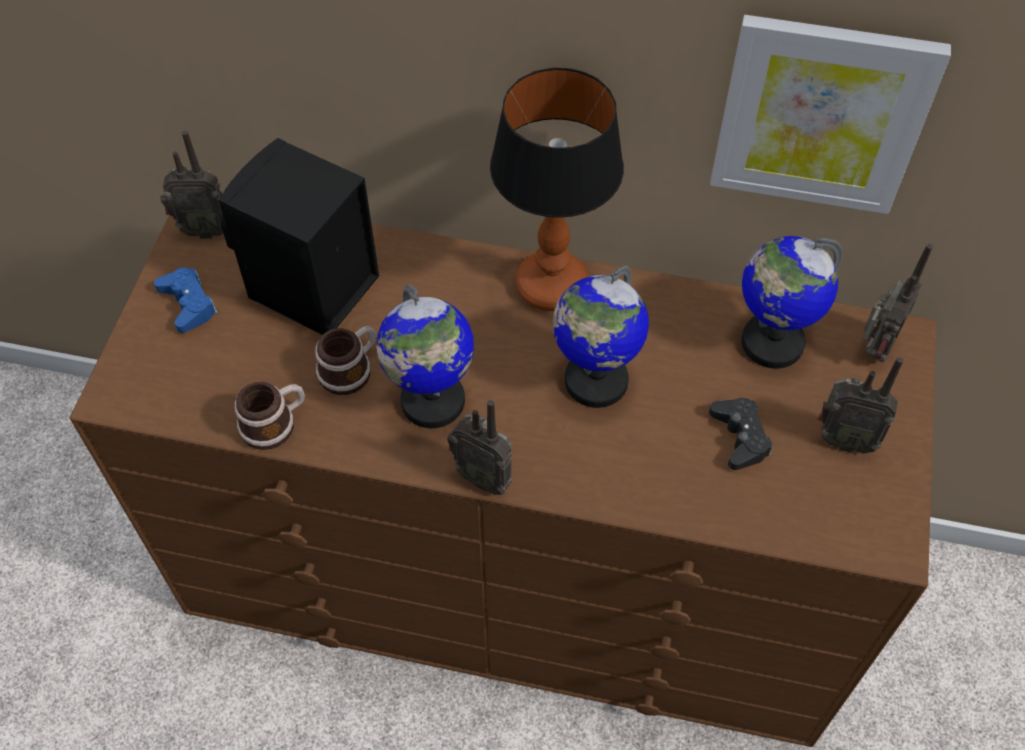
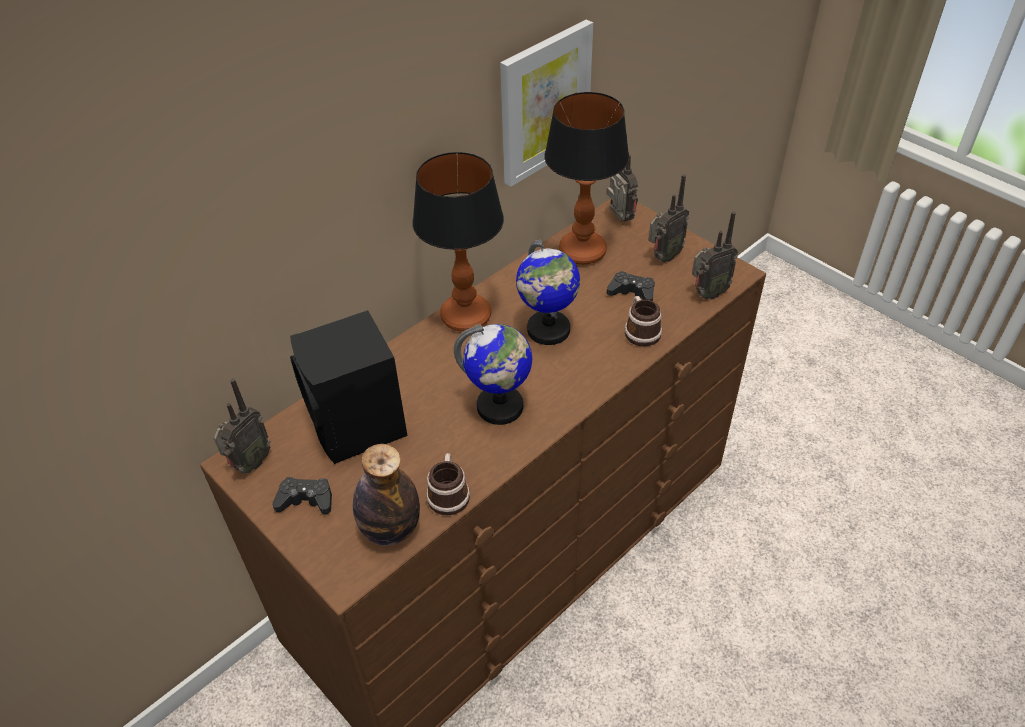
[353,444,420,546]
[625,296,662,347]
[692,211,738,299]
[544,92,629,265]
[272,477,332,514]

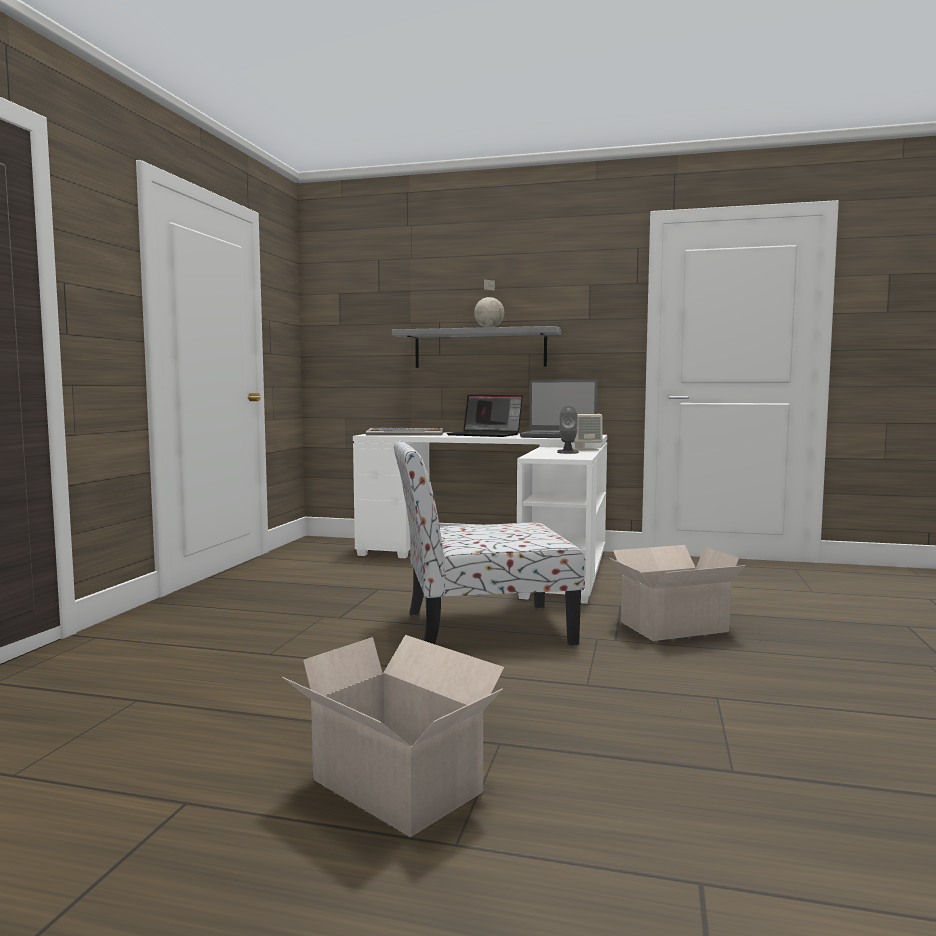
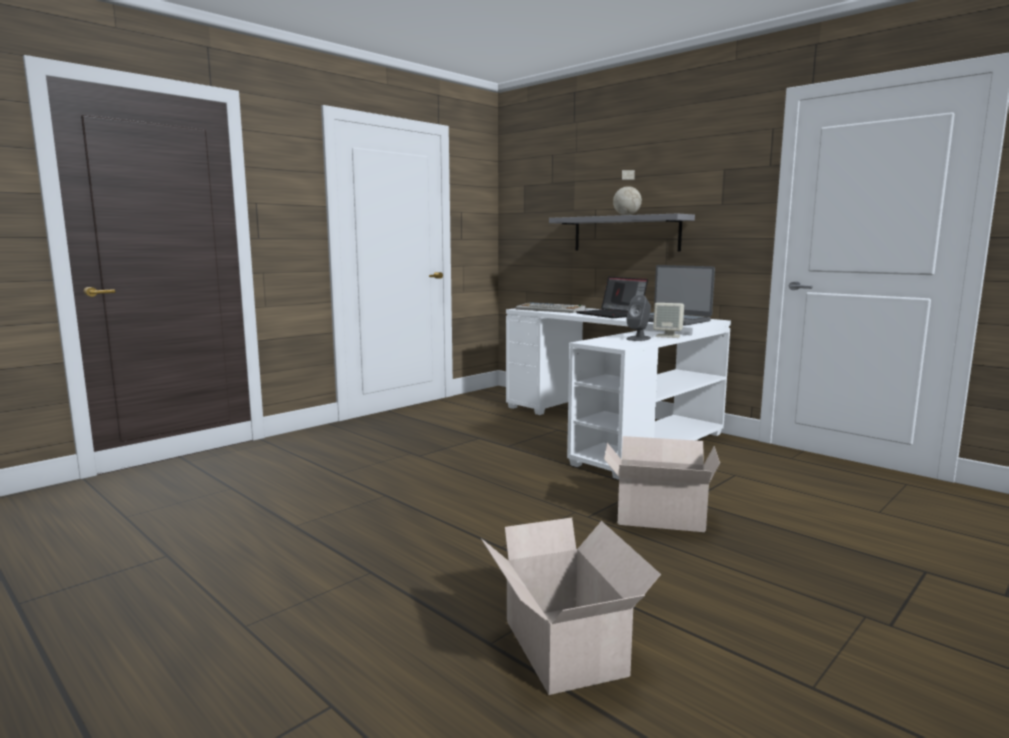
[394,441,586,645] (first image)
[481,517,661,695]

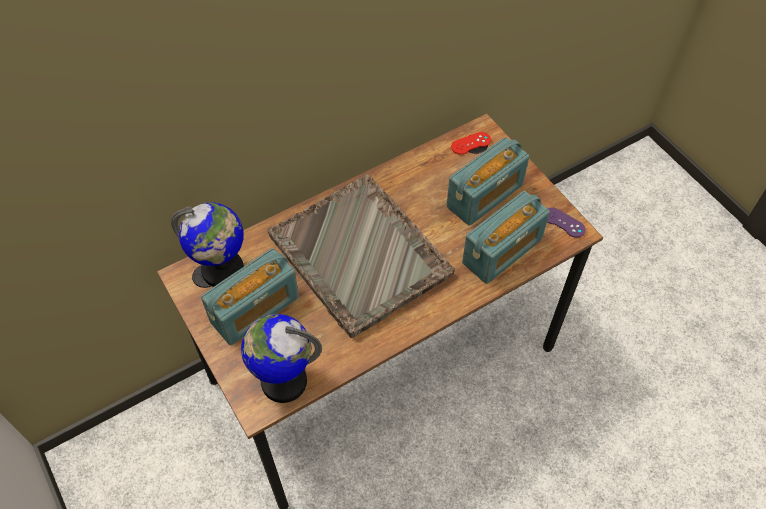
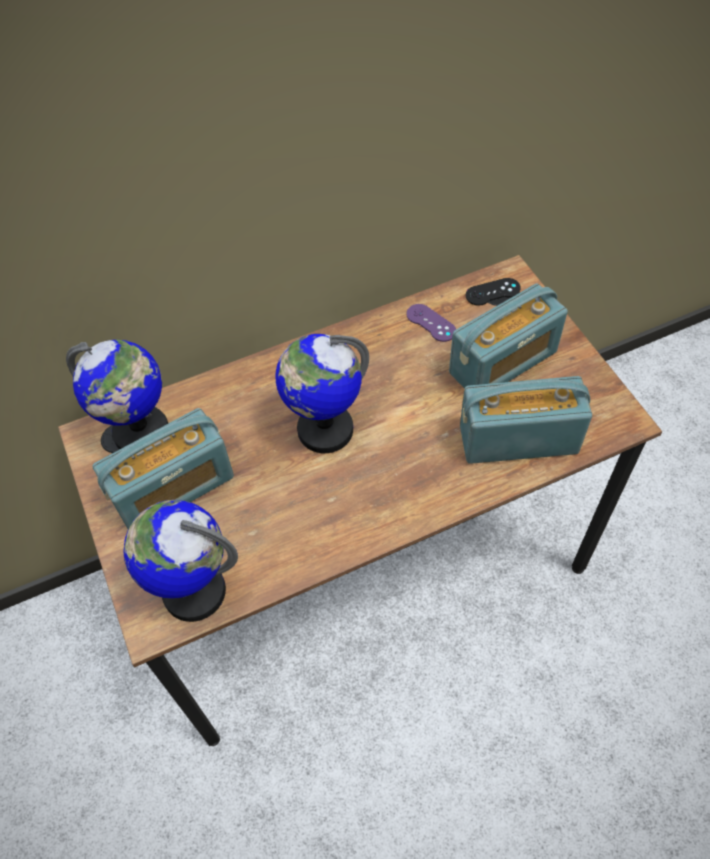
[406,304,456,342]
[275,334,369,453]
[466,278,521,306]
[460,376,592,464]

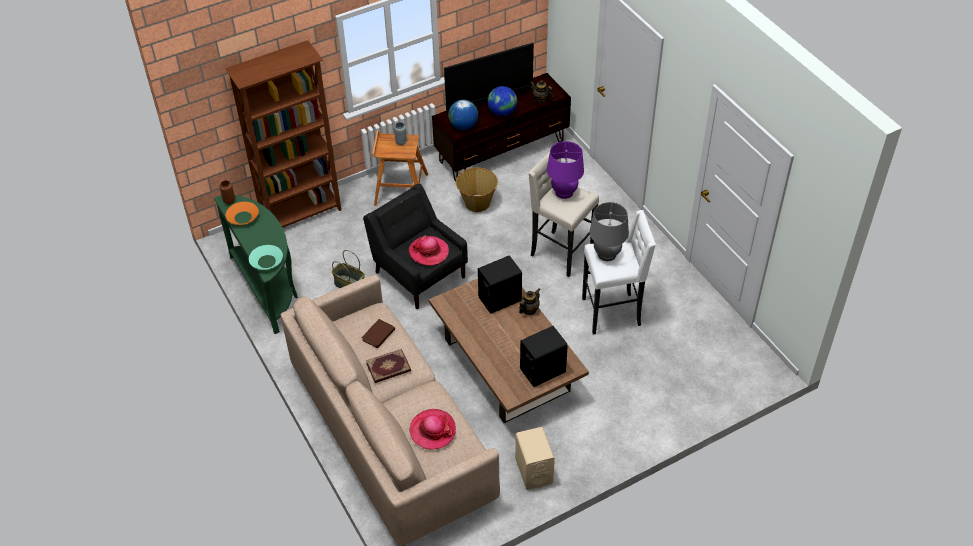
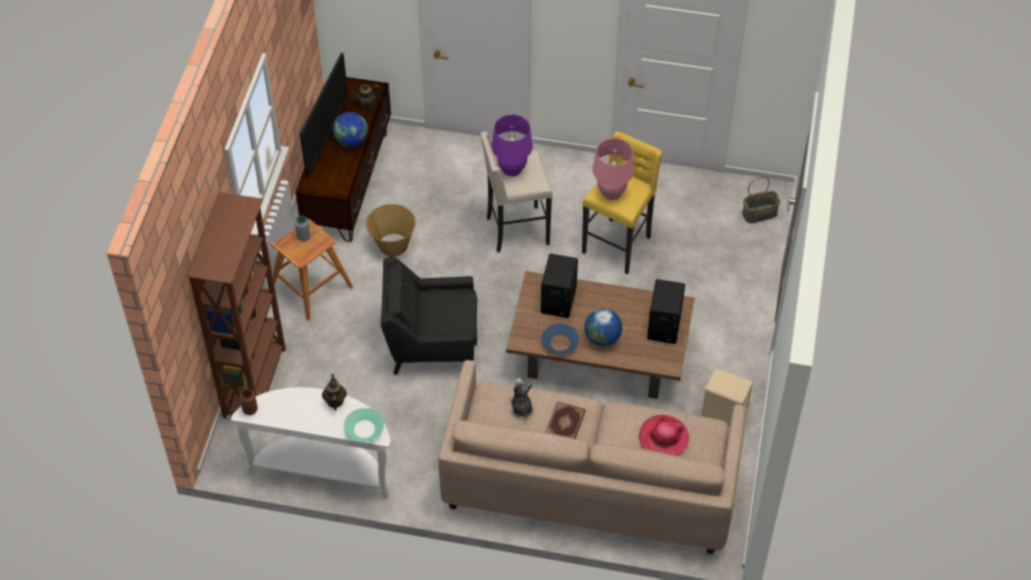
[226,202,259,225] (first image)
[408,235,449,266] (first image)
[541,323,579,354]
[742,177,781,223]
[584,308,622,346]
[322,374,347,410]
[509,378,534,419]
[231,387,391,499]
[582,131,662,274]
[592,138,634,200]

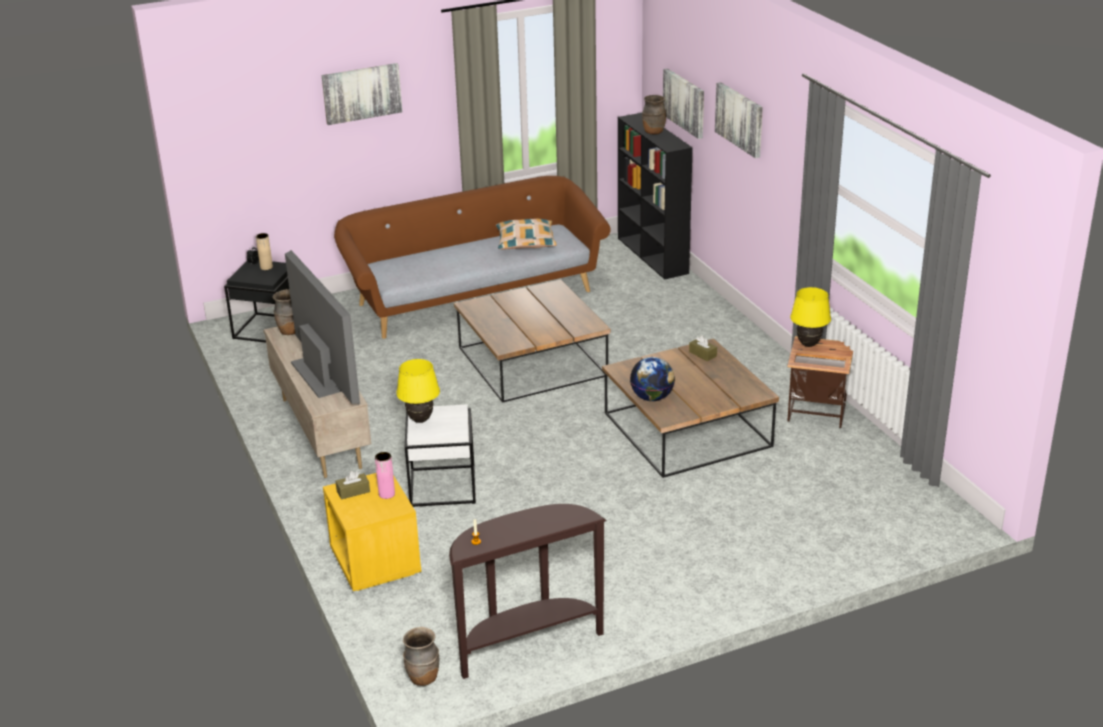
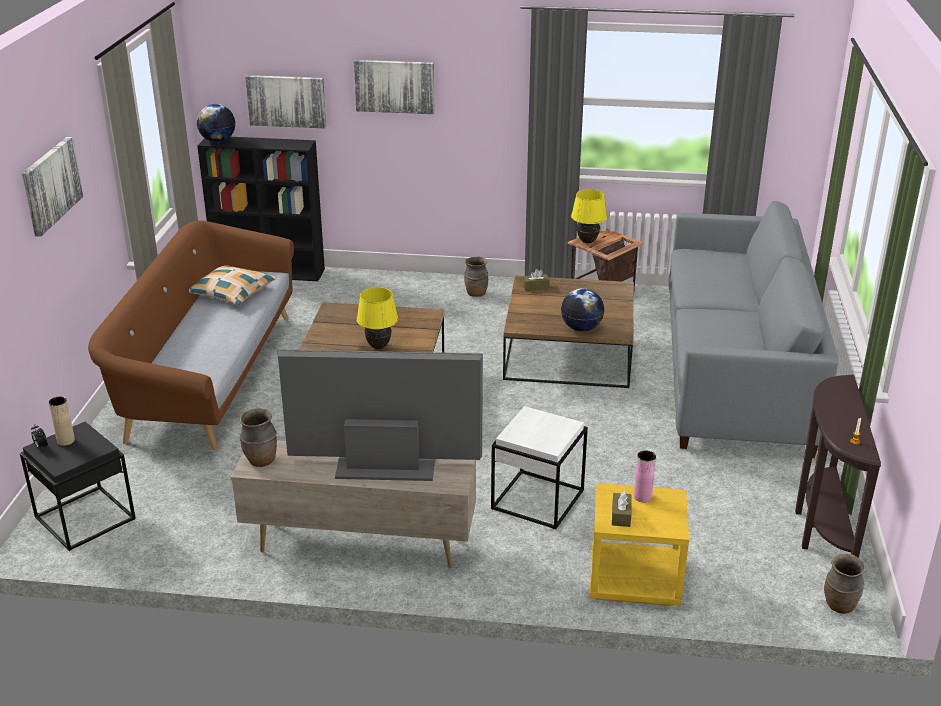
[197,104,235,142]
[668,201,839,458]
[357,287,398,349]
[464,257,488,297]

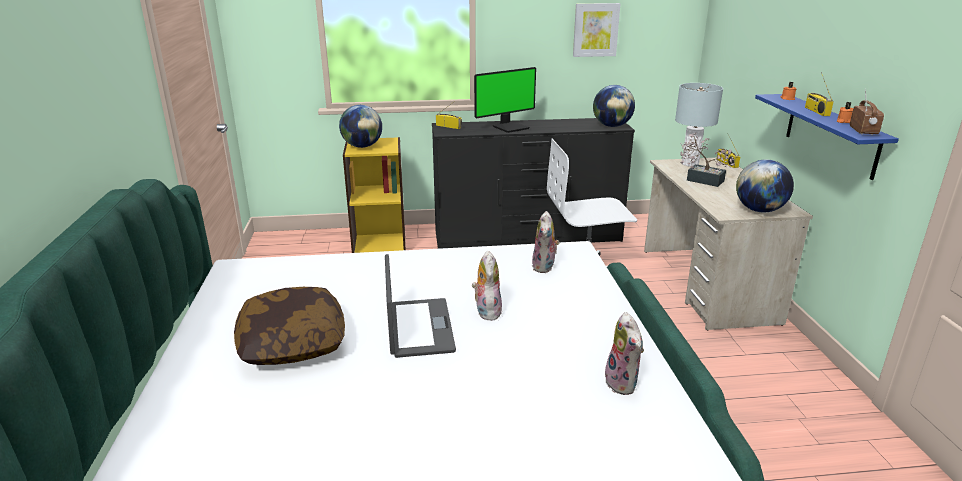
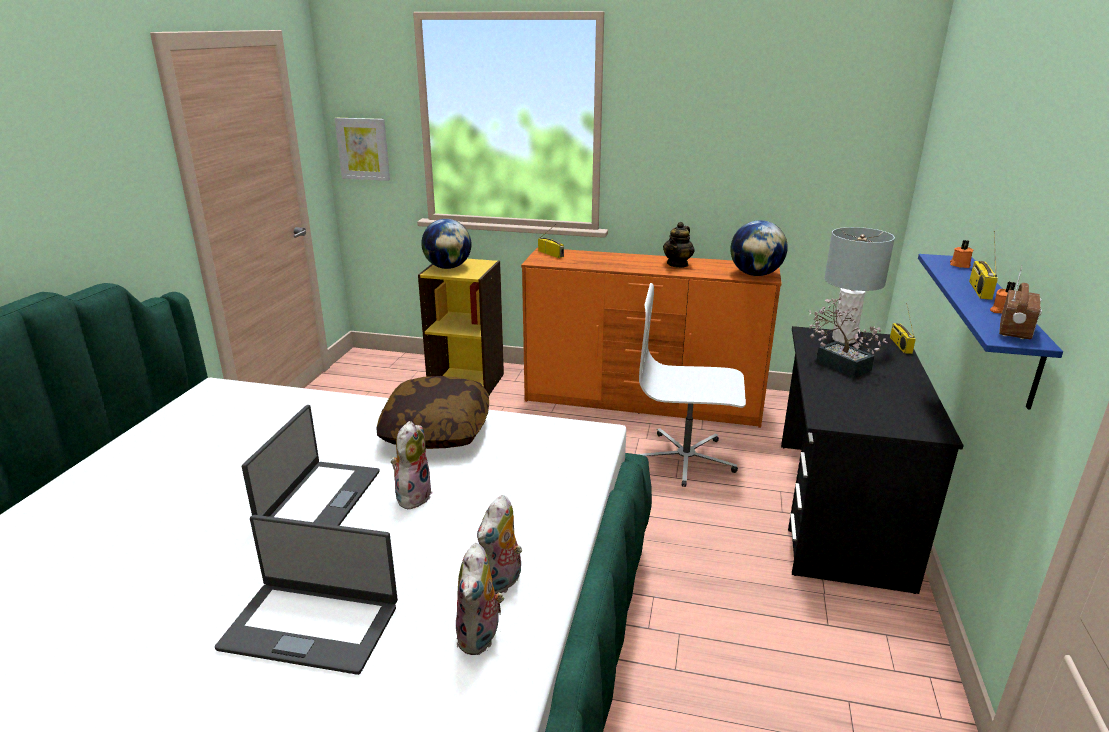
[474,67,536,133] (first image)
[736,159,794,212] (first image)
[215,515,398,675]
[663,222,695,268]
[376,376,489,449]
[477,495,522,594]
[335,118,390,181]
[521,248,782,428]
[781,326,964,594]

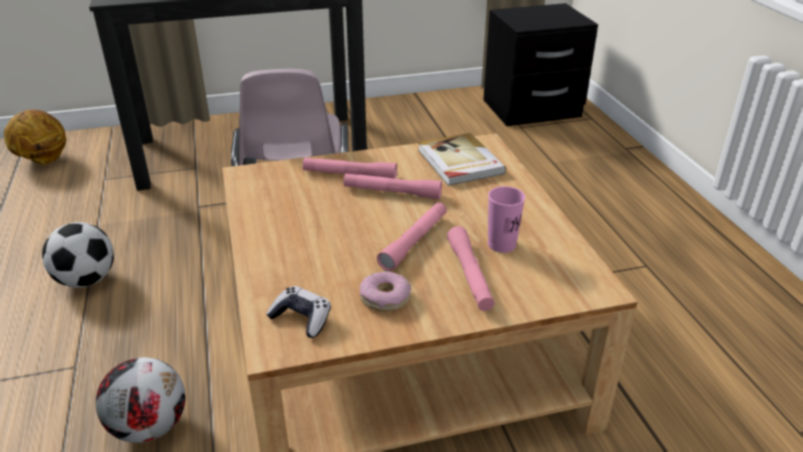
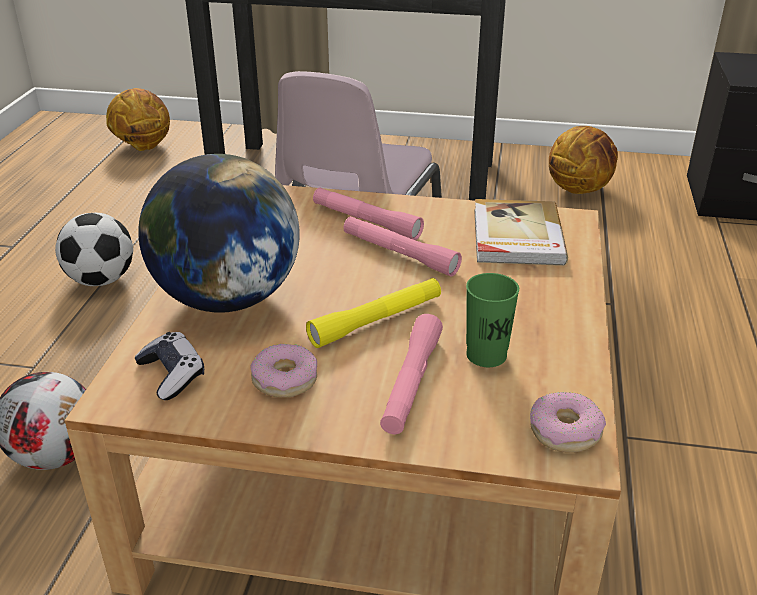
[138,154,300,312]
[530,392,606,453]
[549,126,618,194]
[306,278,441,348]
[466,273,519,367]

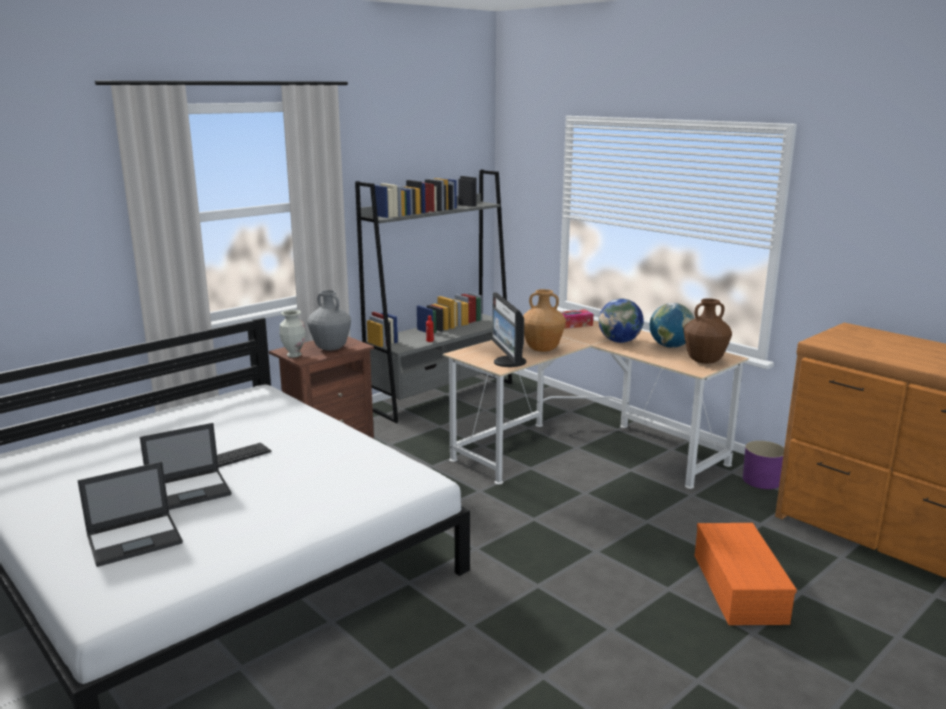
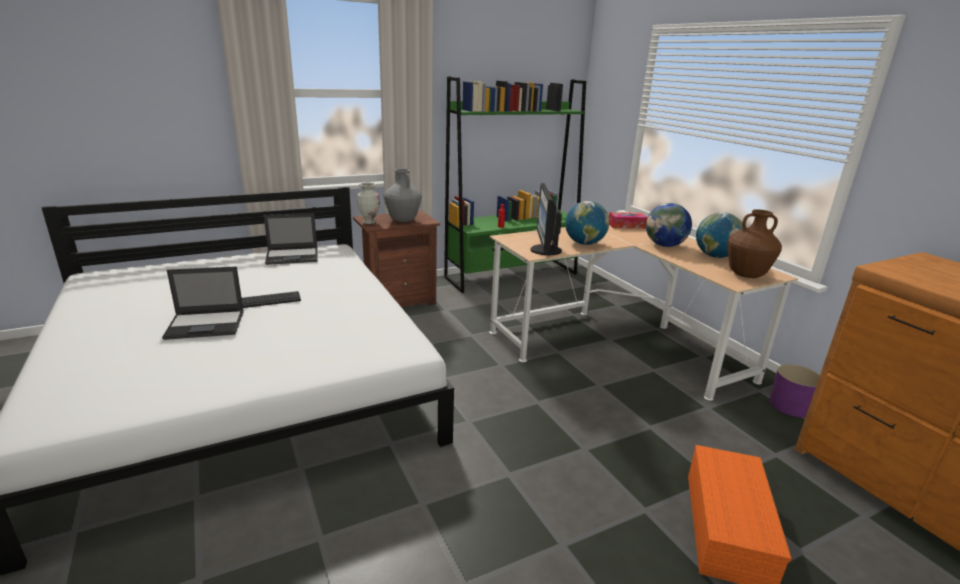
[264,213,317,265]
[565,201,609,245]
[444,76,586,293]

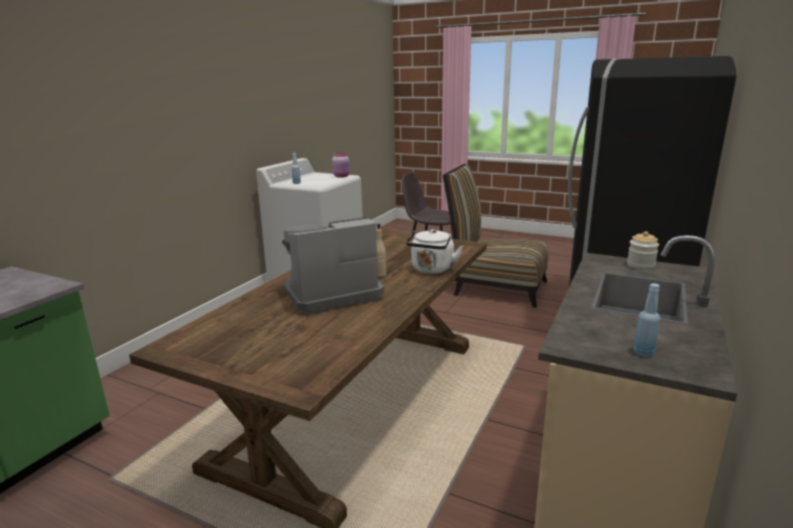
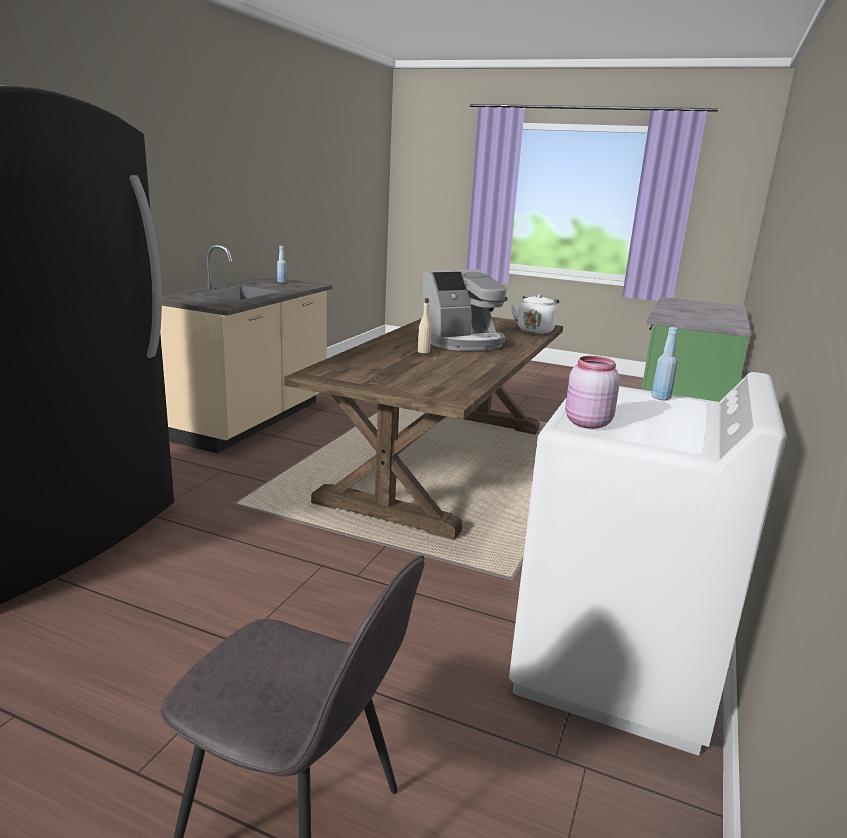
[443,164,548,308] (first image)
[627,231,659,270] (first image)
[511,295,559,334]

